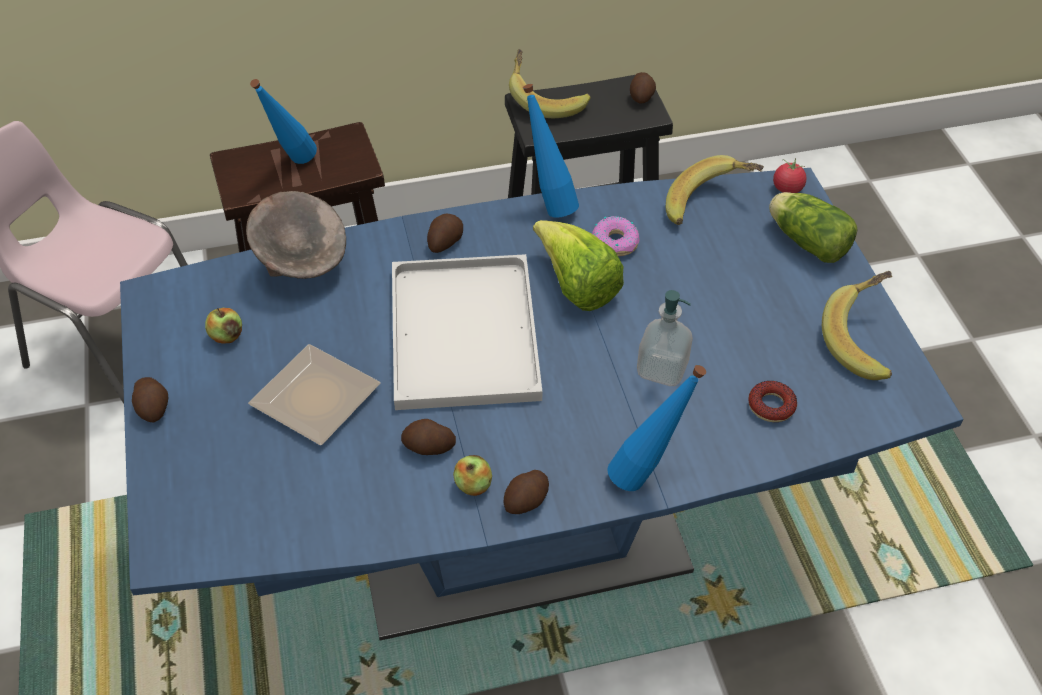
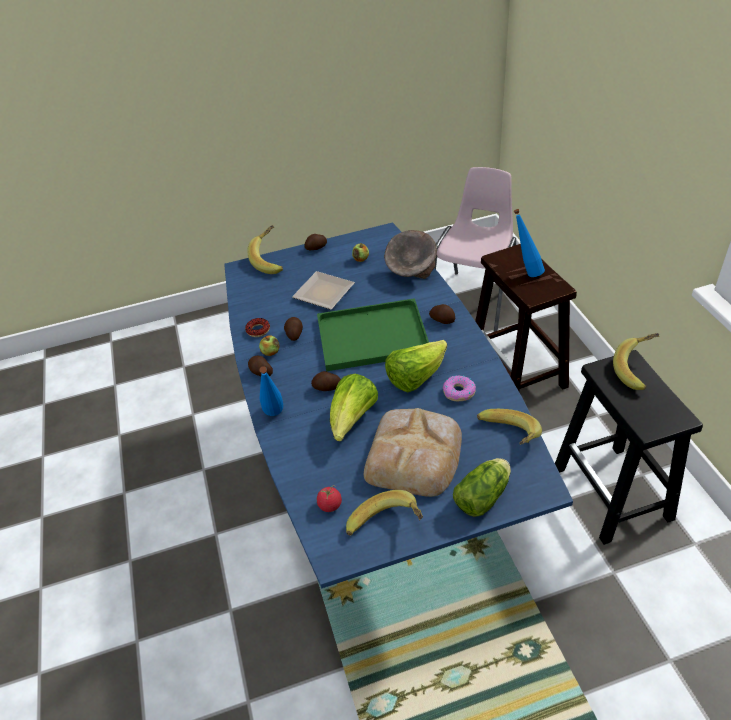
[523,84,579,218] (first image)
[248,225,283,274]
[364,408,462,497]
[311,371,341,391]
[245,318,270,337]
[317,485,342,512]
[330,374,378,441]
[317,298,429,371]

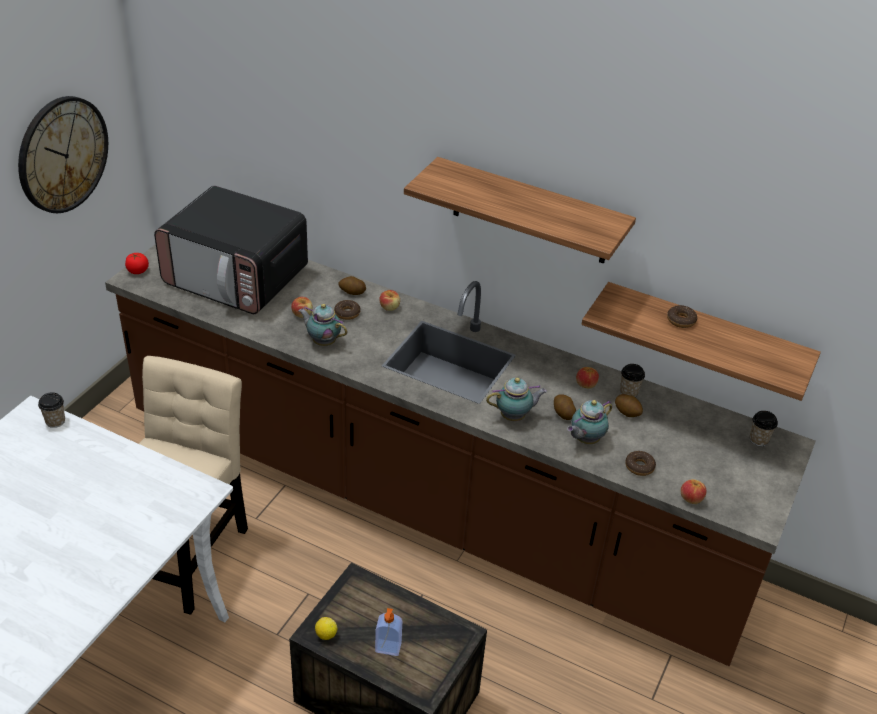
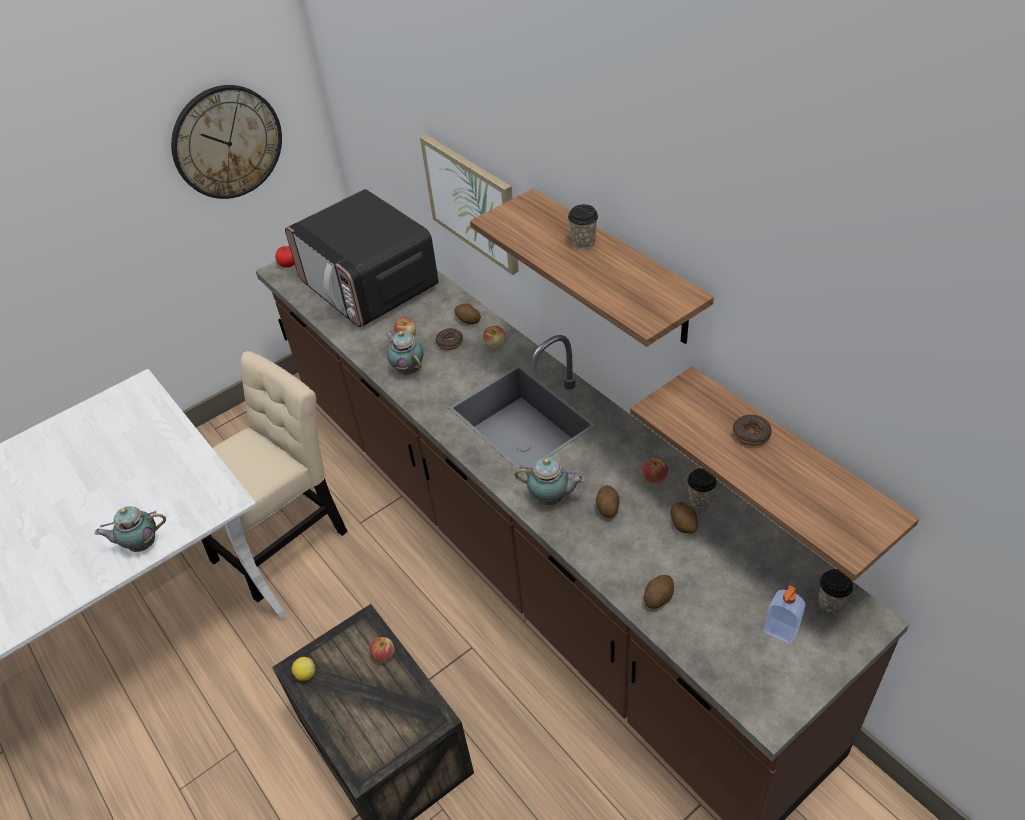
[420,134,519,275]
[568,204,598,249]
[764,585,805,645]
[95,506,166,552]
[369,637,394,663]
[644,575,674,609]

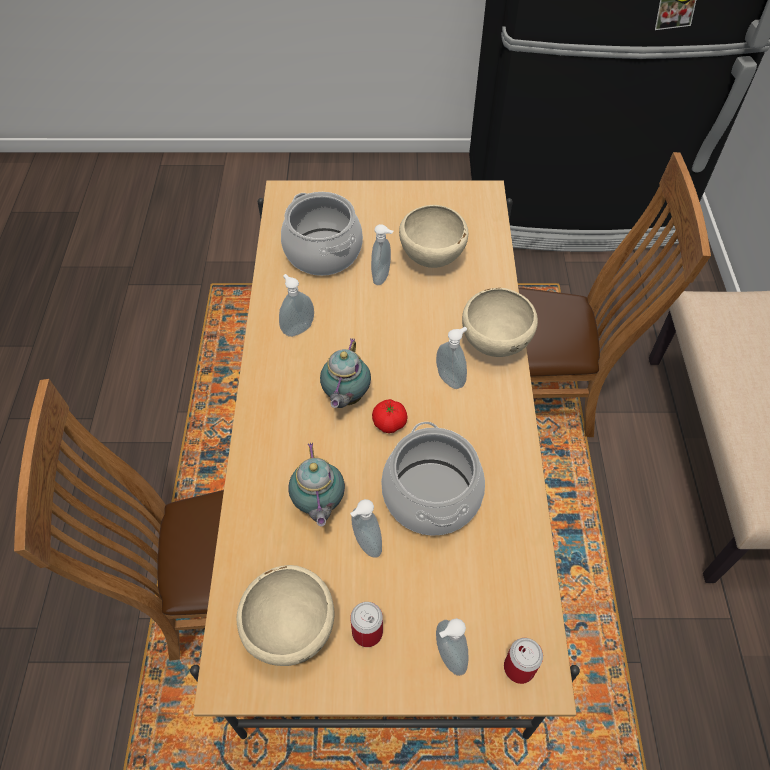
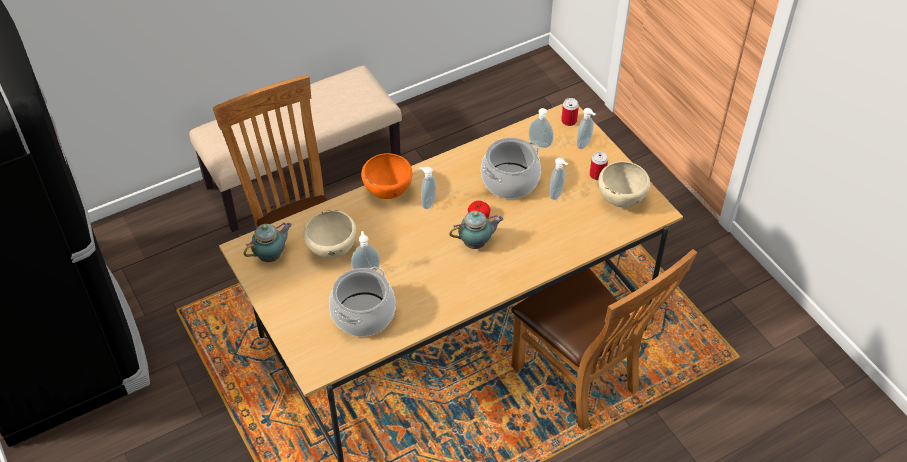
[529,108,554,148]
[244,223,292,262]
[361,153,412,199]

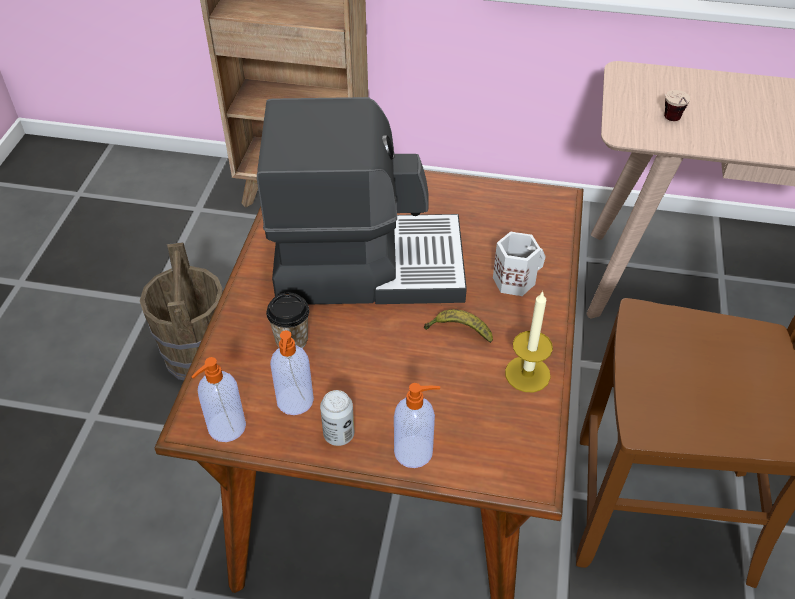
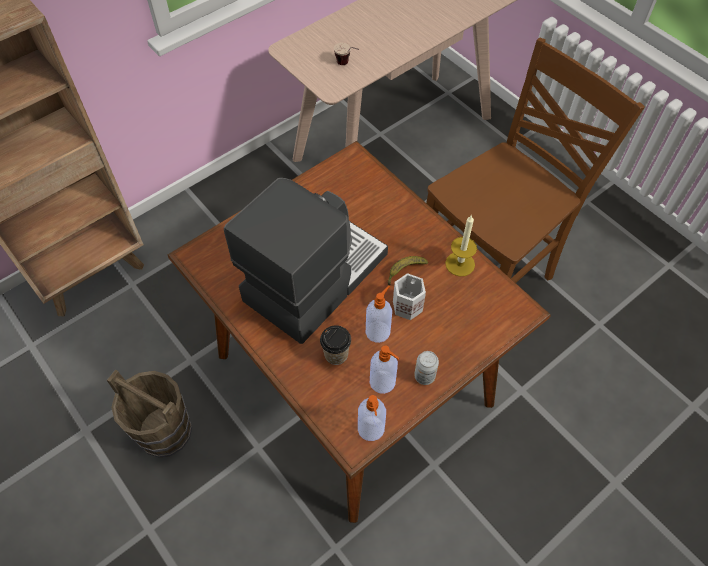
[366,285,392,343]
[393,273,426,320]

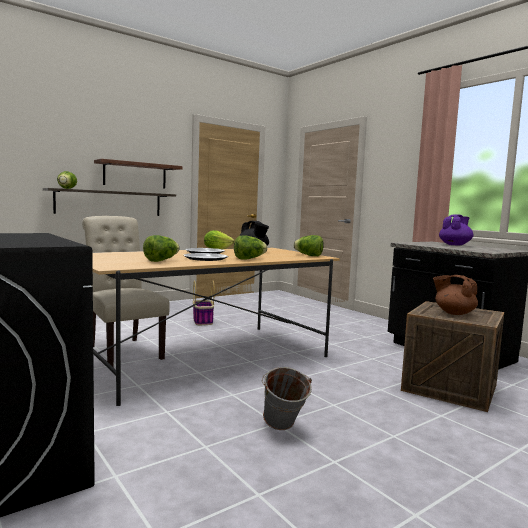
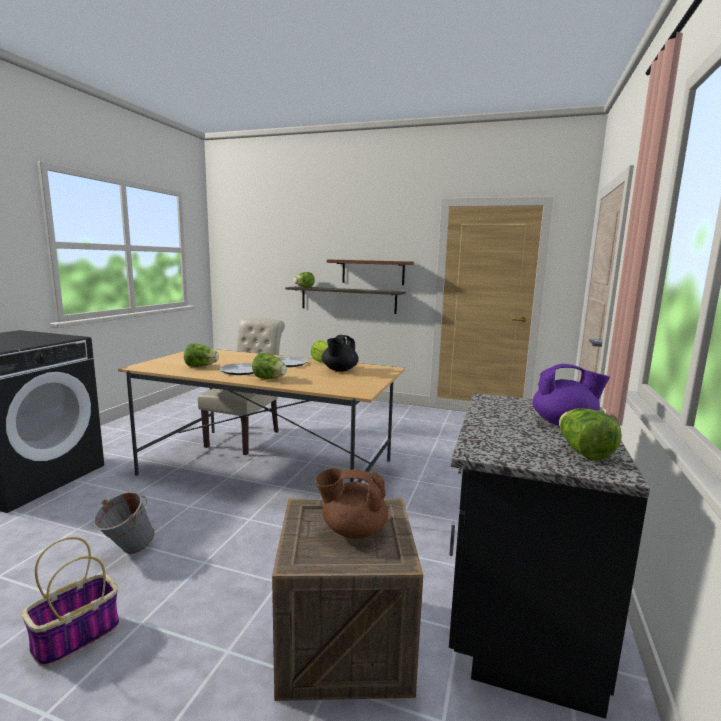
[22,537,119,667]
[559,408,622,461]
[315,468,388,539]

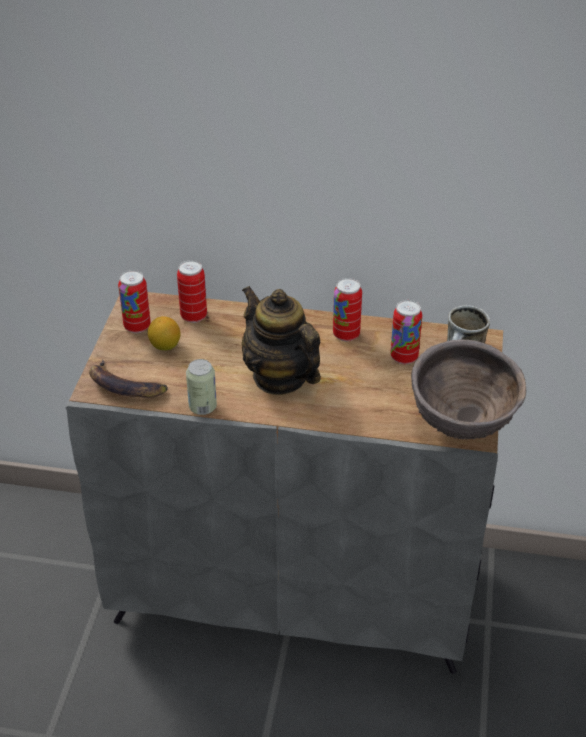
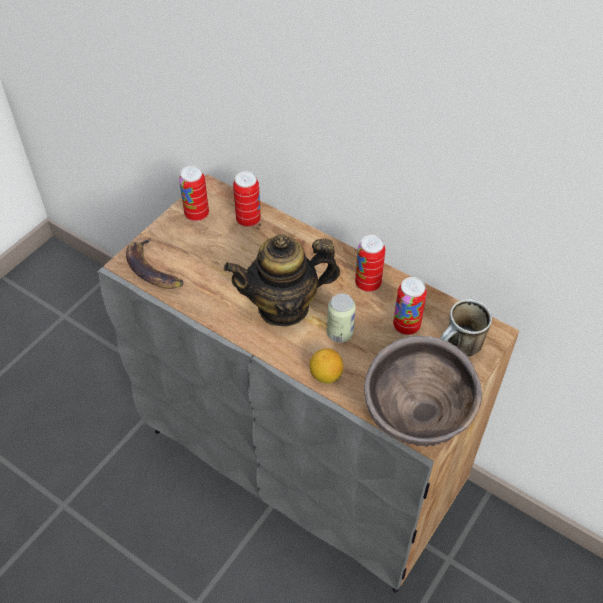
[309,348,343,383]
[327,293,356,343]
[224,234,340,327]

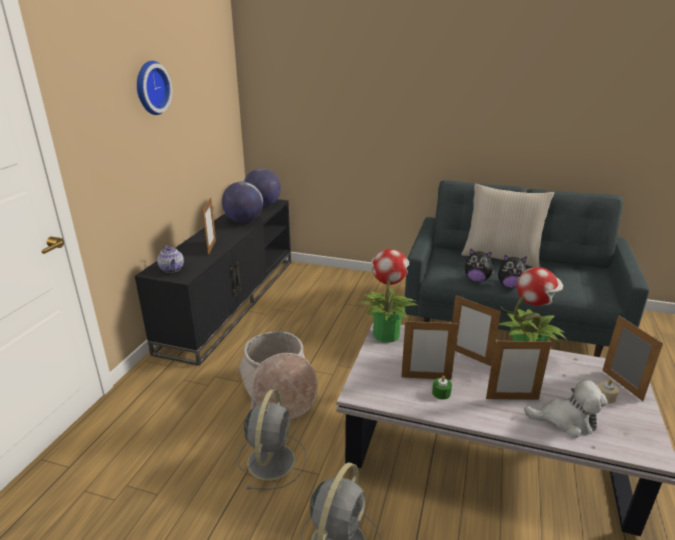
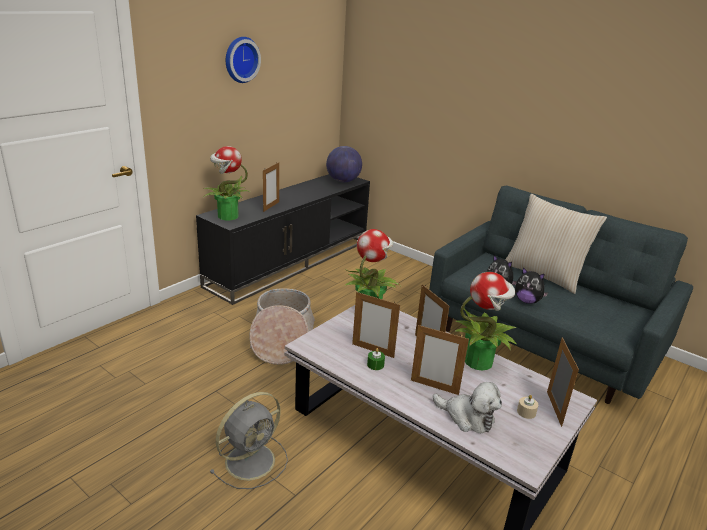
[222,182,263,223] (first image)
[238,389,306,490] (first image)
[203,146,250,221]

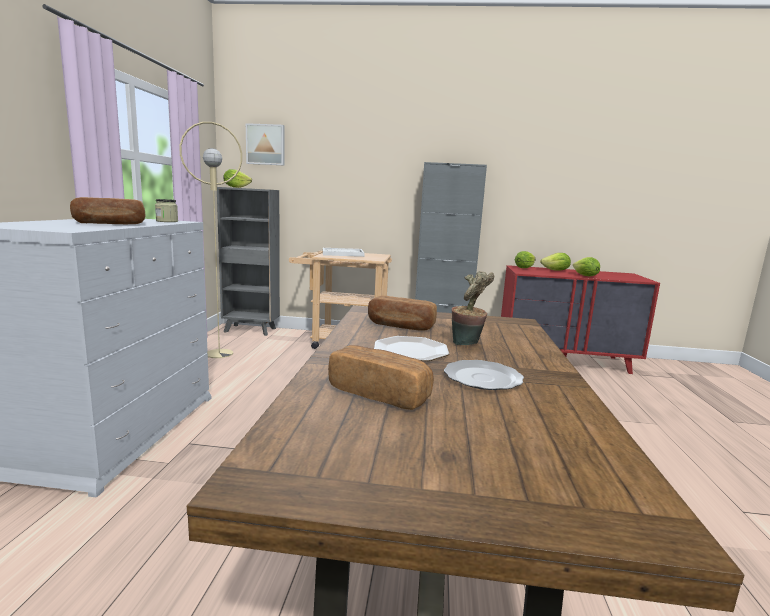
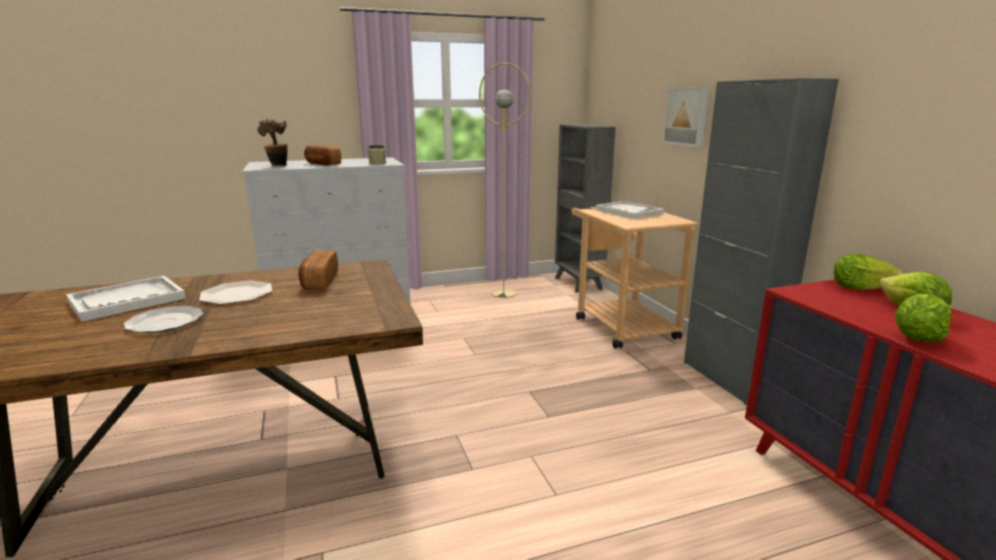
[223,169,252,188] (first image)
[663,87,709,147]
[257,119,287,166]
[66,276,186,322]

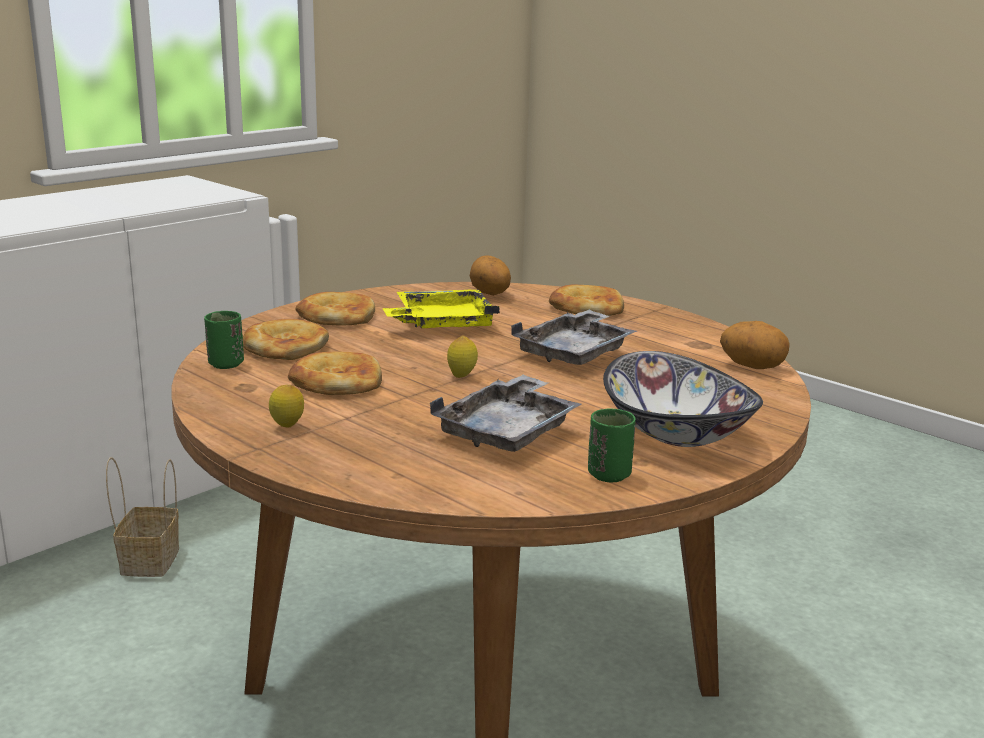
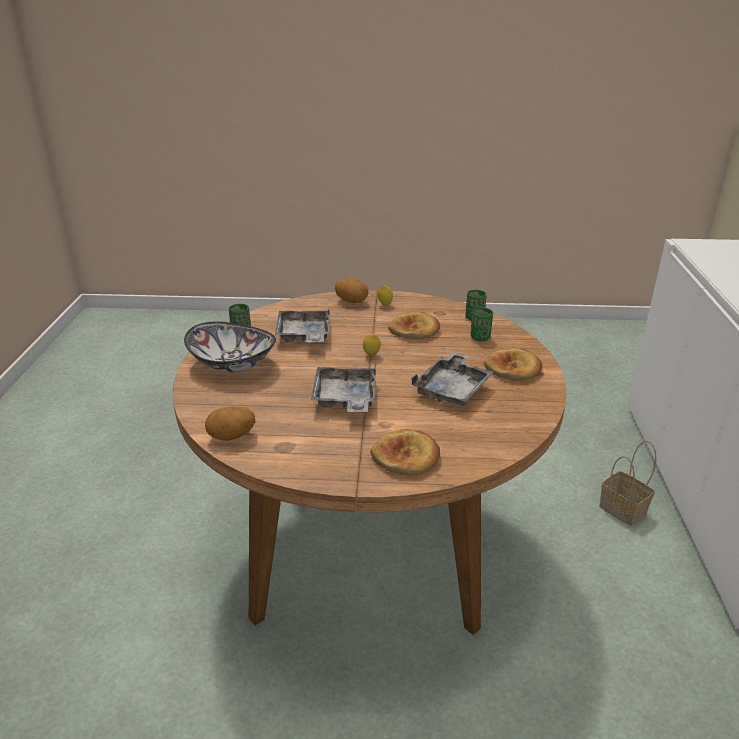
[335,277,368,303]
[470,307,493,341]
[411,351,494,406]

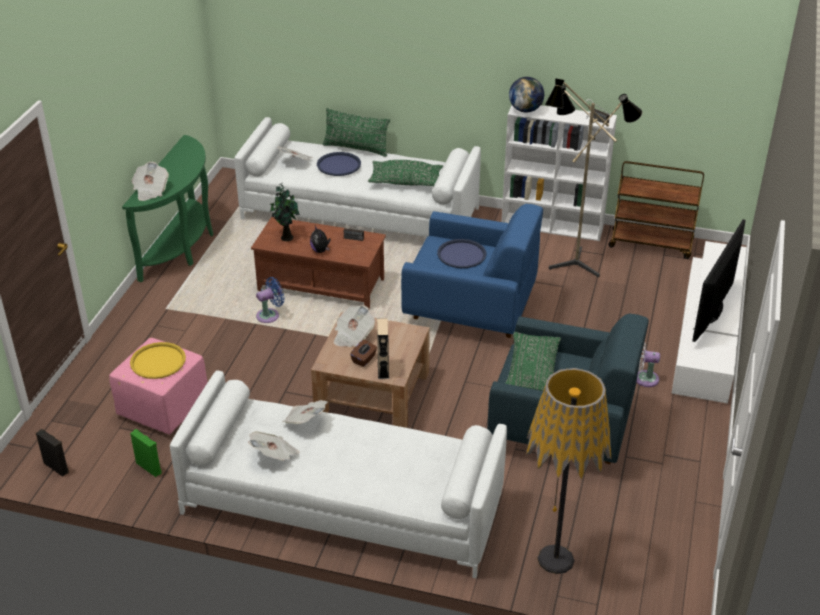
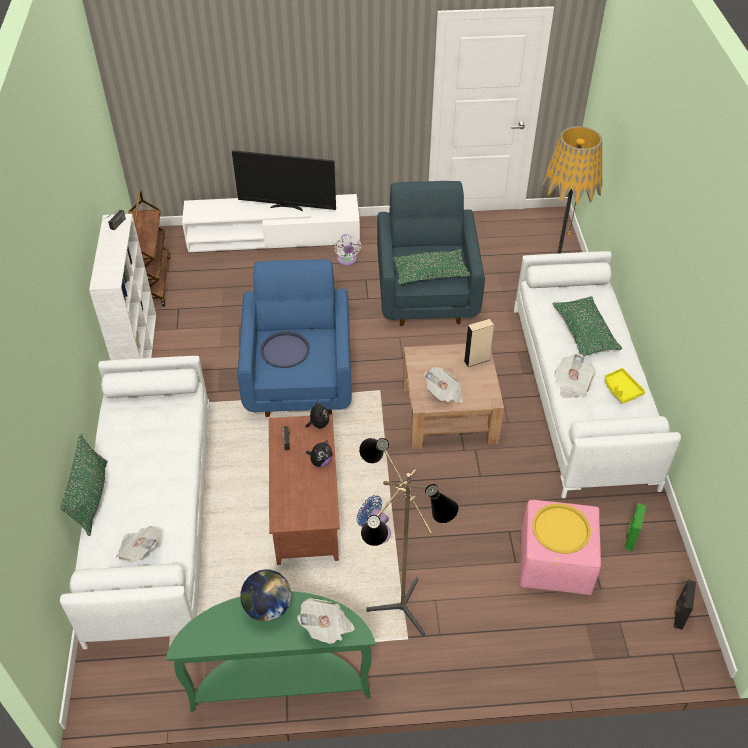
[270,183,300,241] (first image)
[317,152,361,176] (first image)
[350,339,377,367] (first image)
[305,400,329,429]
[553,296,622,356]
[240,569,291,621]
[359,438,459,636]
[605,368,645,404]

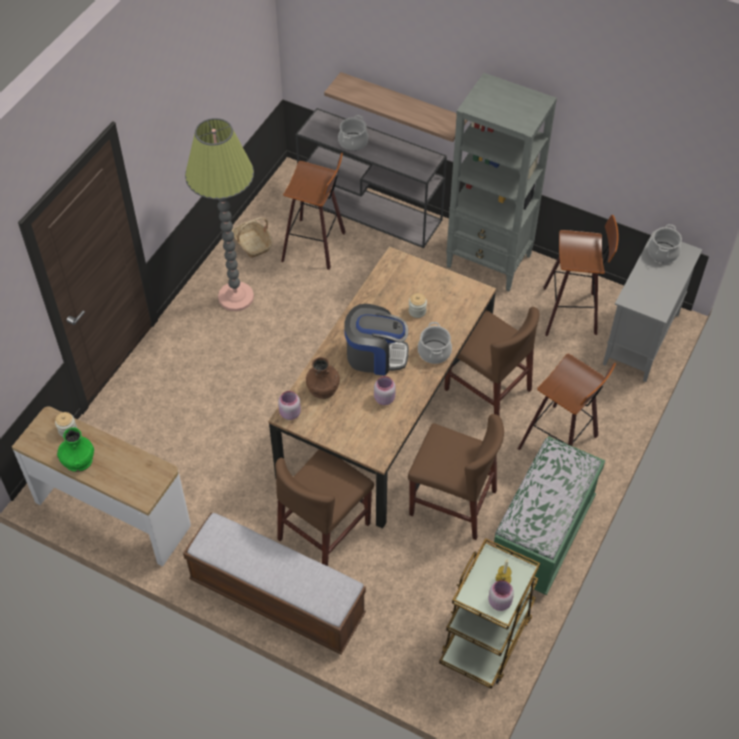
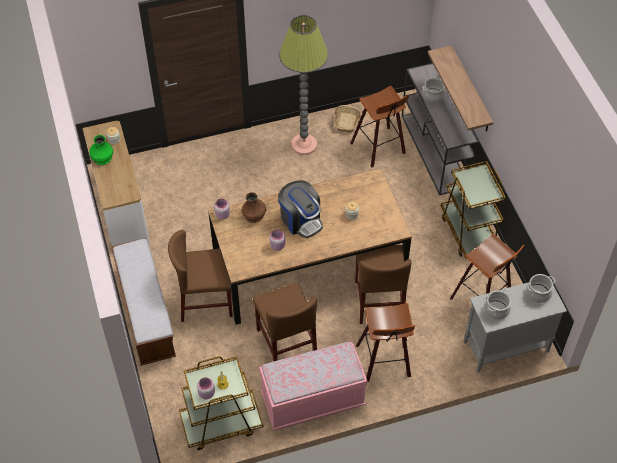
[484,289,511,320]
[441,161,506,258]
[259,342,368,430]

